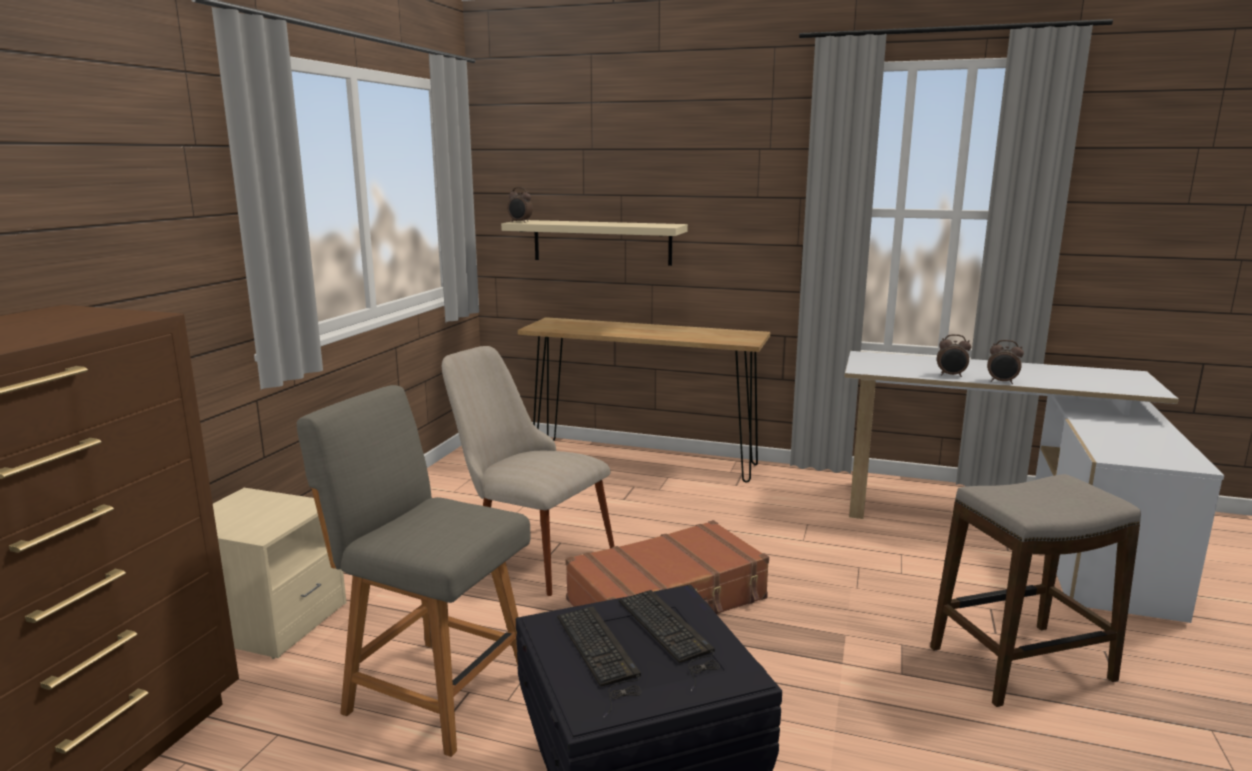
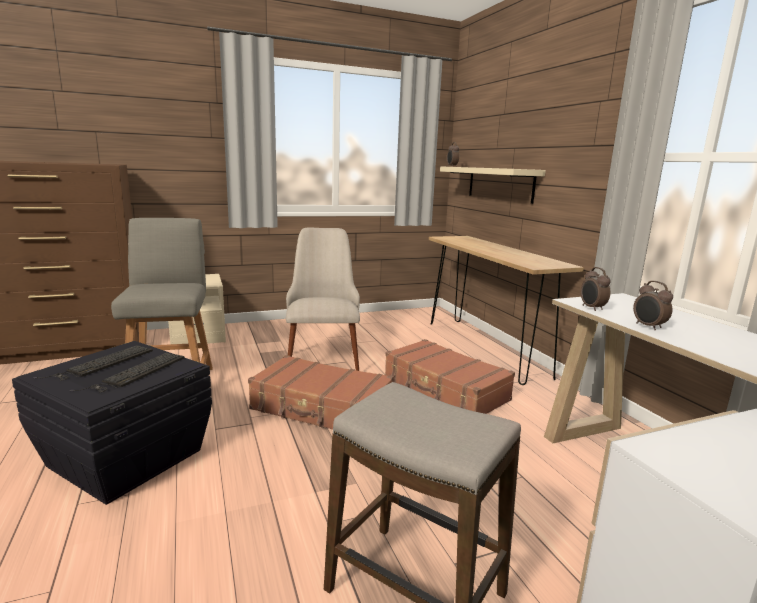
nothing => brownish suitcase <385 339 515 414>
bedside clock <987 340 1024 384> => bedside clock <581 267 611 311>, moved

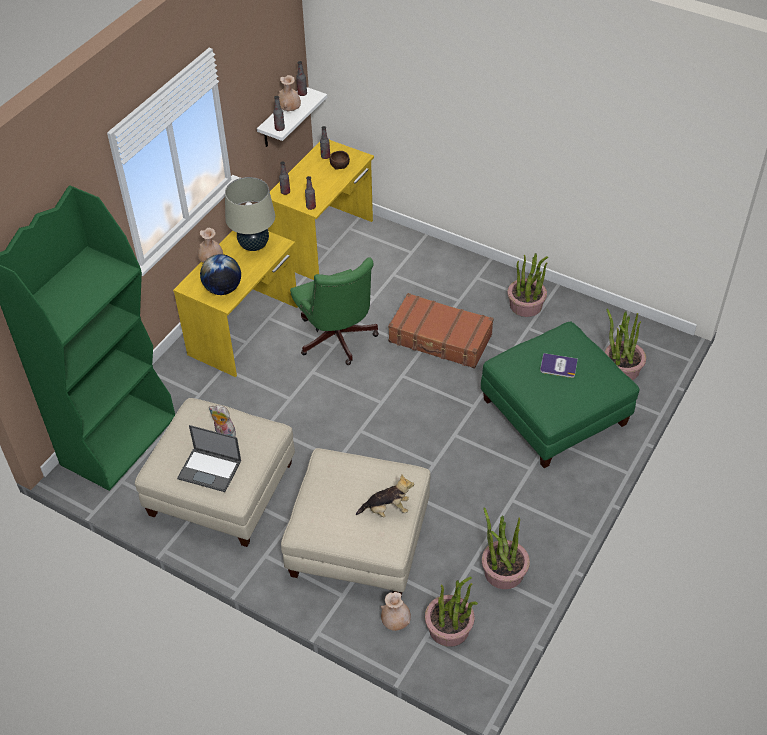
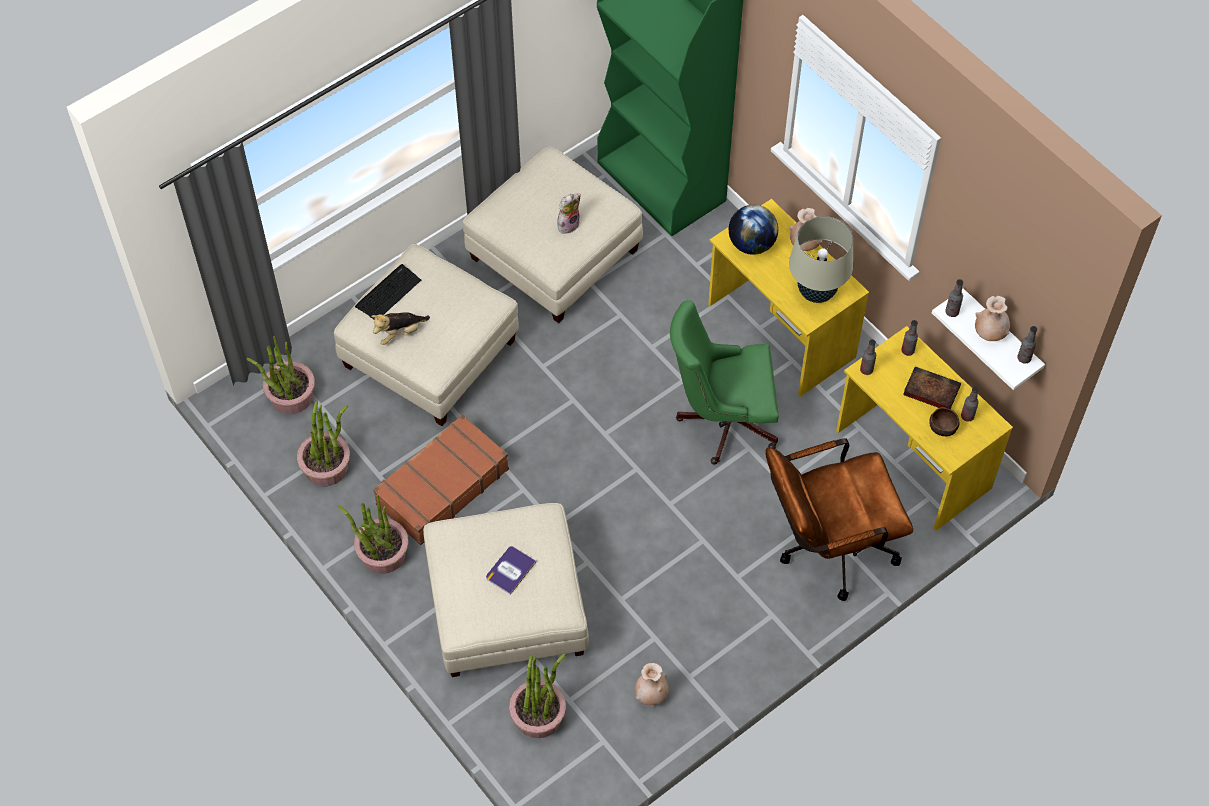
houseplant <507 253 548 317> => houseplant <338 495 409 574>, moved
nothing => keyboard <355 264 421 320>
soft toy <356 474 414 517> => soft toy <371 313 430 345>, 45 degrees clockwise
brownish suitcase <388 293 494 369> => brownish suitcase <373 414 509 545>, moved
green footrest <481 322 640 468> => sand-coloured footrest <423 503 589 677>
sand-coloured flower vase <381 592 411 631> => sand-coloured flower vase <635 663 669 705>, moved
nothing => brownish desk chair <765 438 913 601>
nothing => book <903 366 961 409>
laptop <177 425 241 492> => nothing

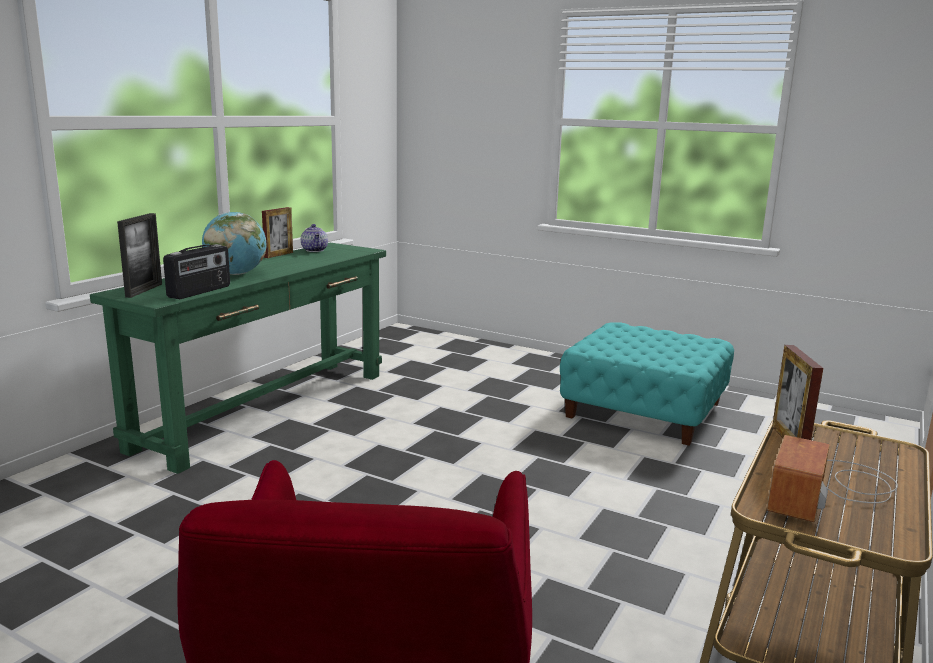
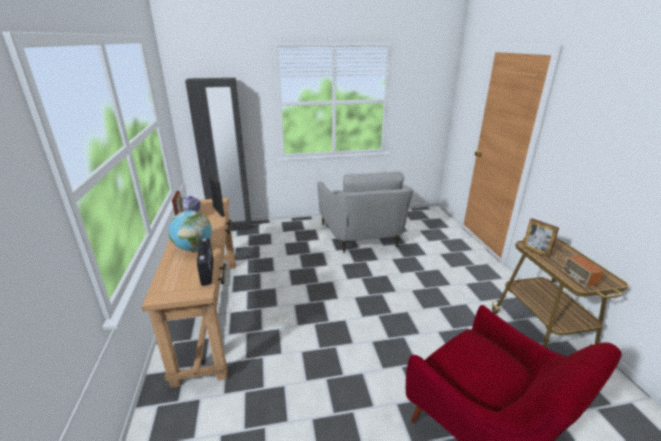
green console table <90 243 386 474> => brownish console table <142 198 236 388>
nothing => black wardrobe <185 78 251 231>
standing frame <117 213 162 298> => standing frame <208 174 225 217>, moved
blue-green footrest <560 323 734 446> => gray easy chair <317 171 413 253>

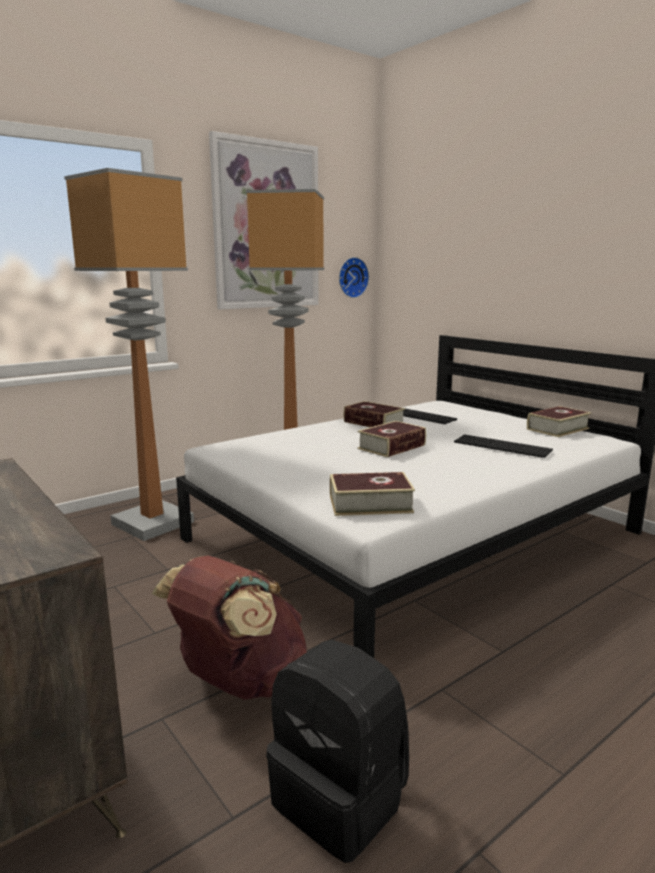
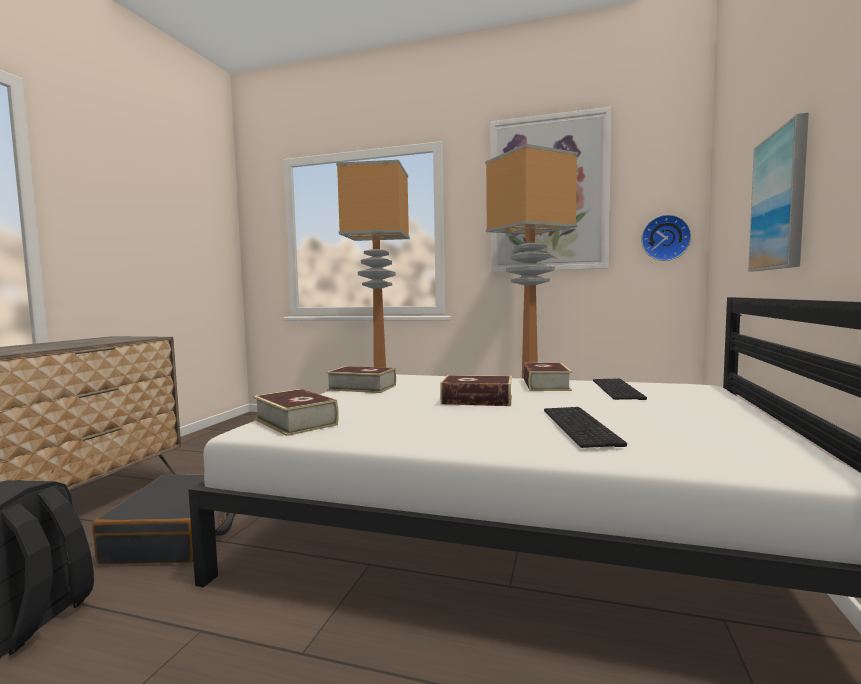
brownish backpack <152 556 307 700> => black suitcase <92 474 237 564>
book <527 406 591 437> => book <326 366 396 393>, moved
nothing => wall art <748 113 809 272>

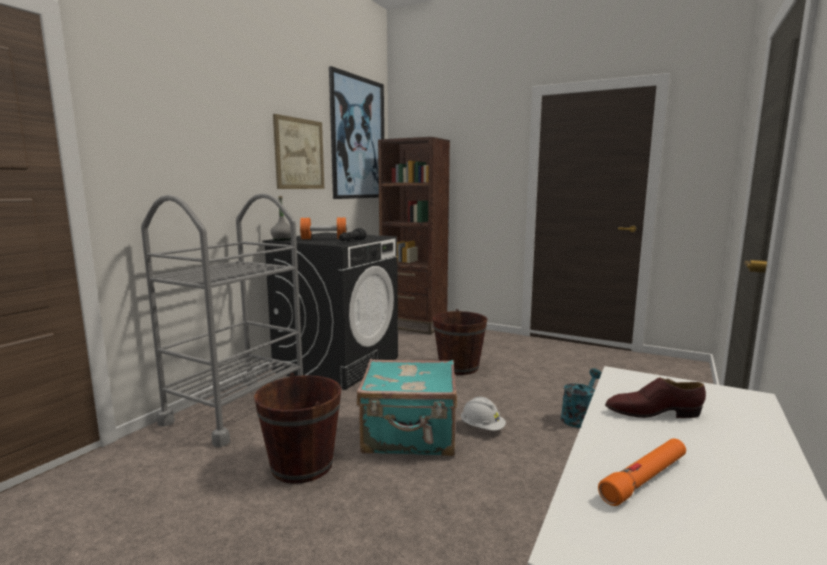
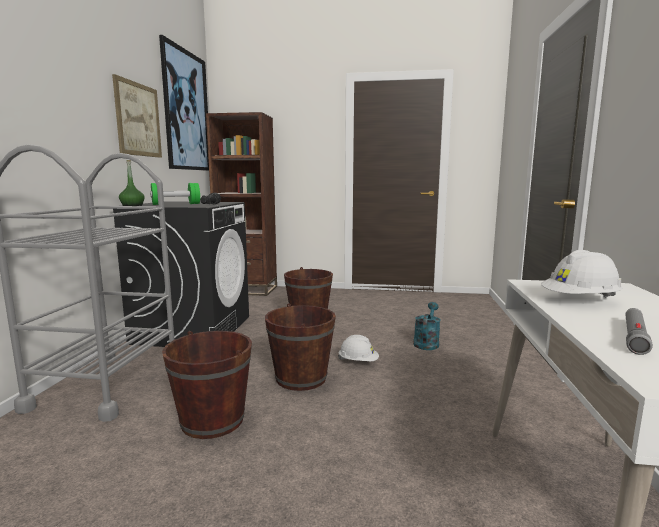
gray beverage bottle <271 196 291 241> => green beverage bottle <119 160 145 206>
orange dumbbell <300 217 347 239> => green dumbbell <150 183 200 205>
blue-green suitcase <357 359 457 456> => brownish bucket <265 303 336 391>
brownish shoe <605 378 706 418> => white-coloured work helmet <541 250 622 298>
orange hand torch <598 438 686 506> => gray hand torch <625 308 653 355>

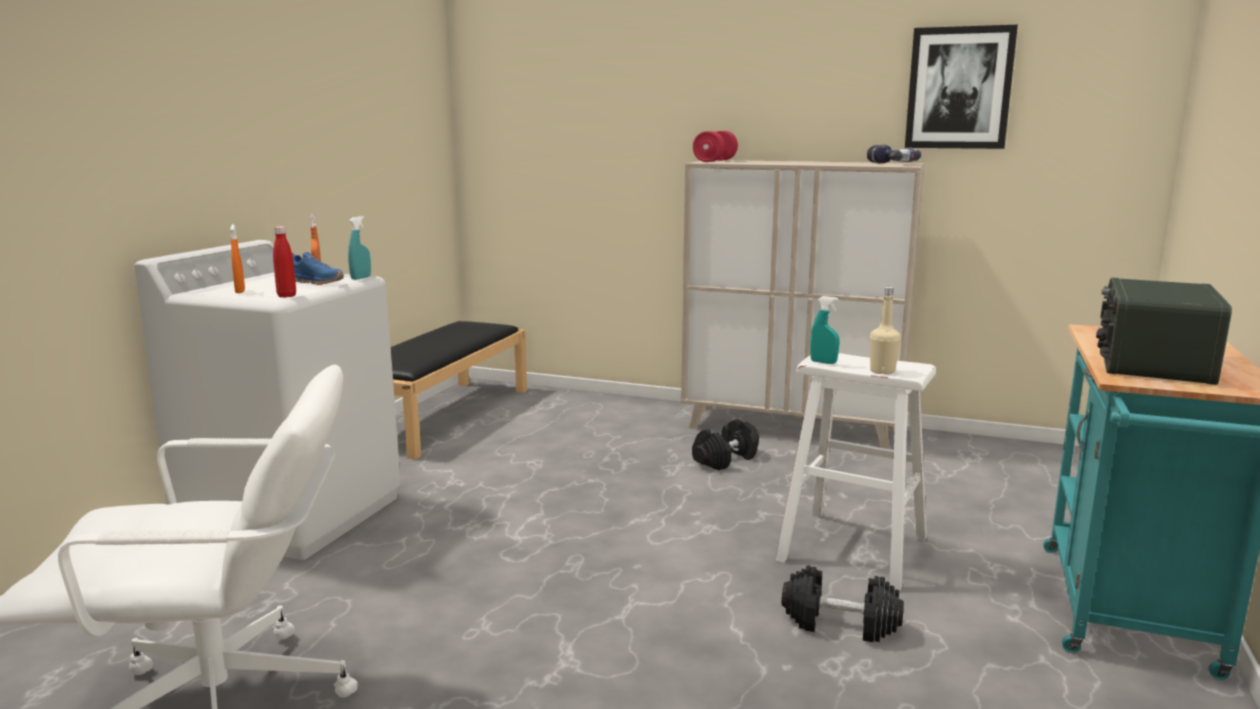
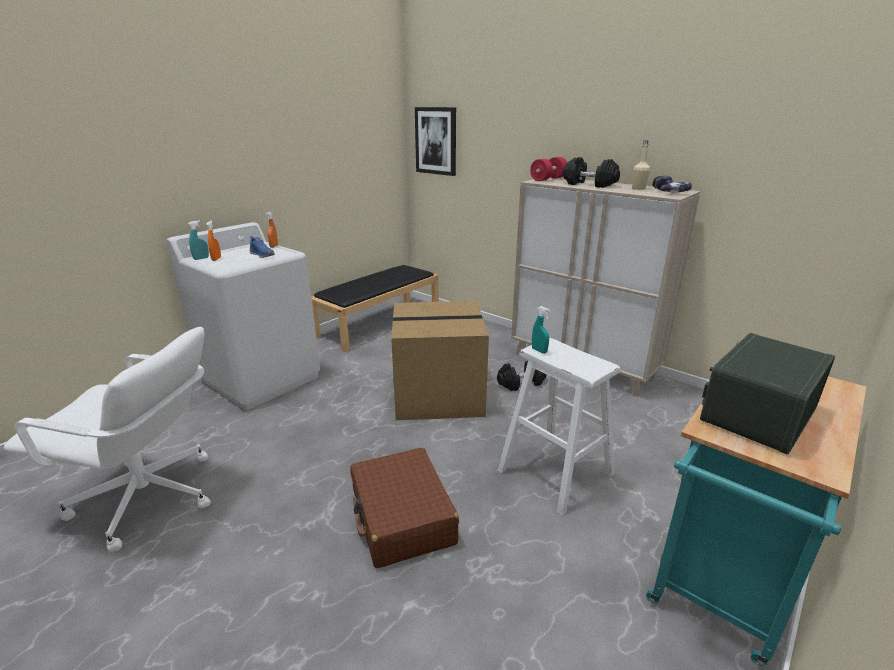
blue-green spray bottle <348 216 371 280> => blue-green spray bottle <188 220 209 260>, moved
nothing => brownish suitcase <350 448 459 568>
nothing => carton <391 301 489 420>
wall art <905 25 1018 149> => wall art <415 107 456 176>, moved
black dumbbell <782 565 904 642> => black dumbbell <563 157 620 188>, moved
sand-coloured beverage bottle <870 287 901 374> => sand-coloured beverage bottle <632 140 650 190>, moved
red-coloured beverage bottle <273 226 296 298> => nothing

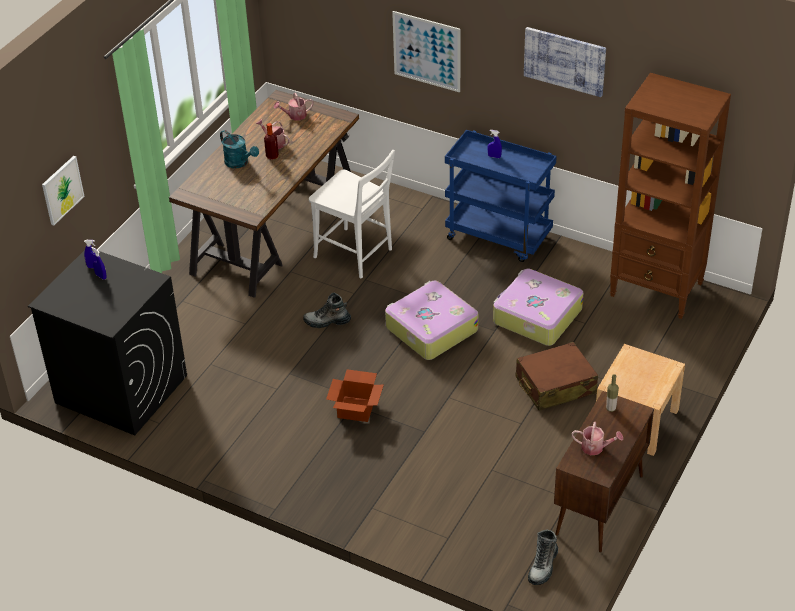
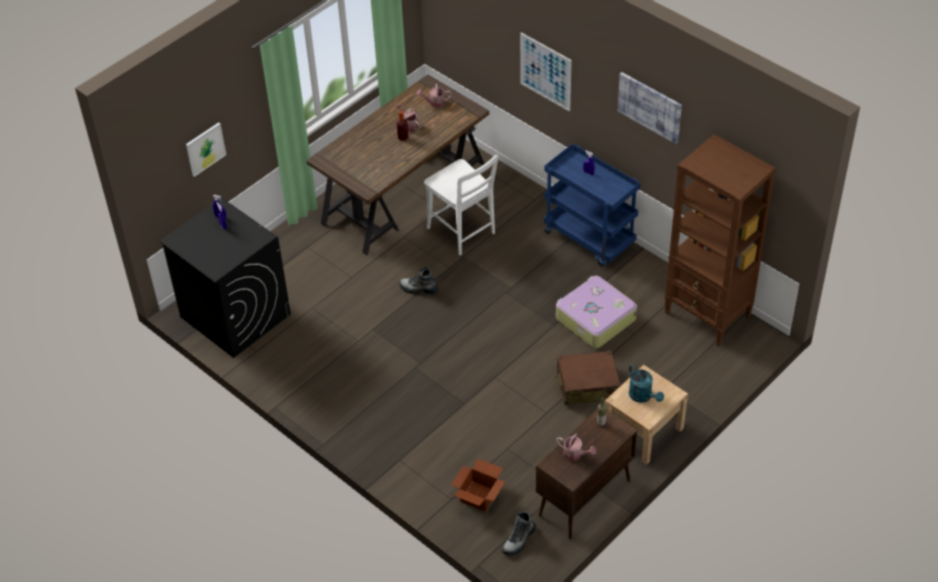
carton <326 369 383 422> => carton <451 459 505 511>, moved
blue-green watering can <220 130 259 168> => blue-green watering can <629 365 664 403>, moved
suitcase <385 281 478 360> => nothing

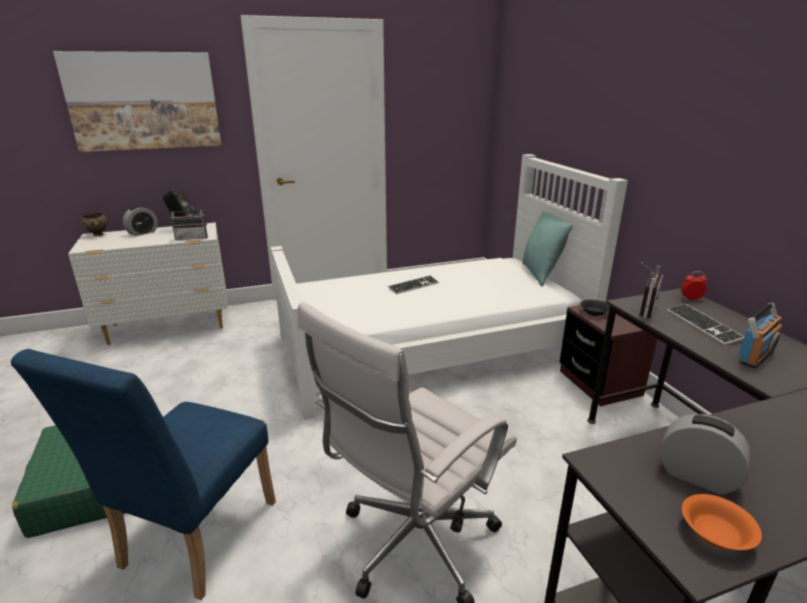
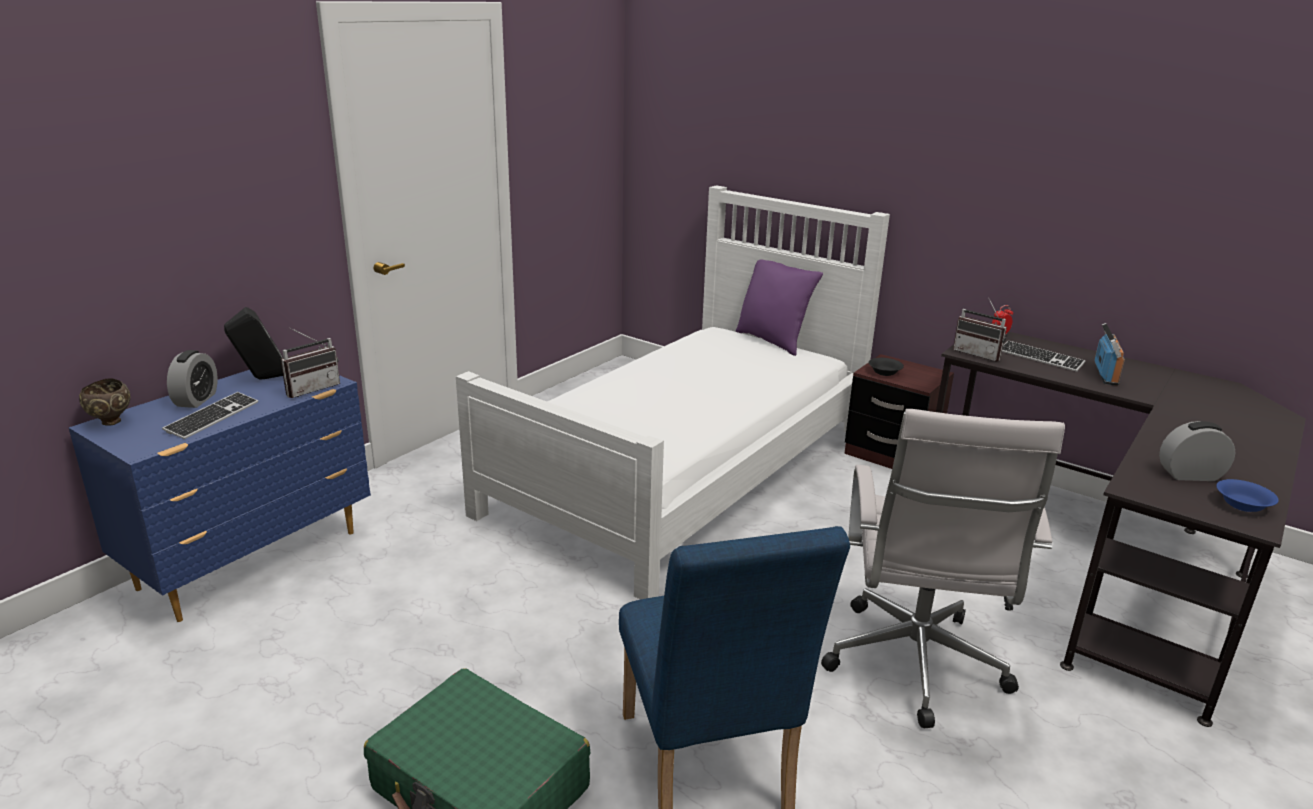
white-coloured drawer chest <68 222 228 345> => bluish drawer chest <69 370 371 622>
keyboard <388 275 439 294> => keyboard <162 392 258 439>, moved
blue-green pillow <523 211 573 287> => purple pillow <736 260 823 356>
radio <638 260 663 318> => radio <953 299 1007 362>, 135 degrees clockwise
orange deep dish <682 494 762 550> => bluish deep dish <1216 479 1279 512>
wall art <53 51 222 152> => nothing

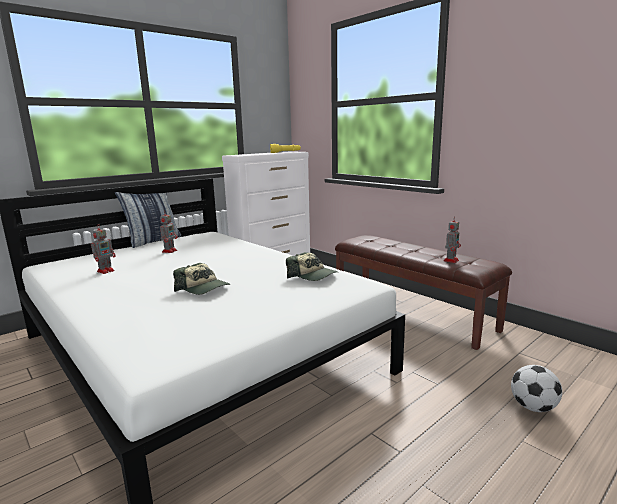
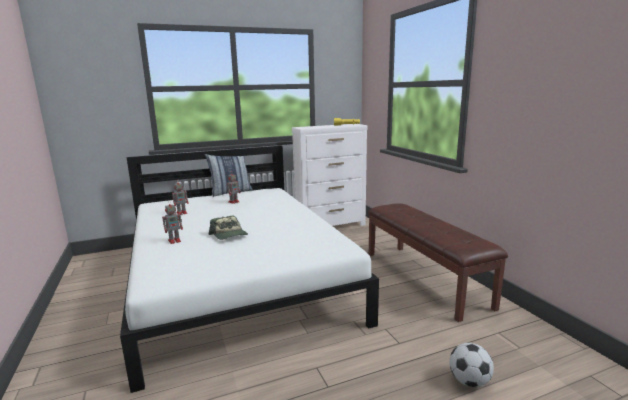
toy robot <443 216 461 263> => toy robot <162 201 183 244>, moved
peaked cap <286 252 338 281> => nothing

